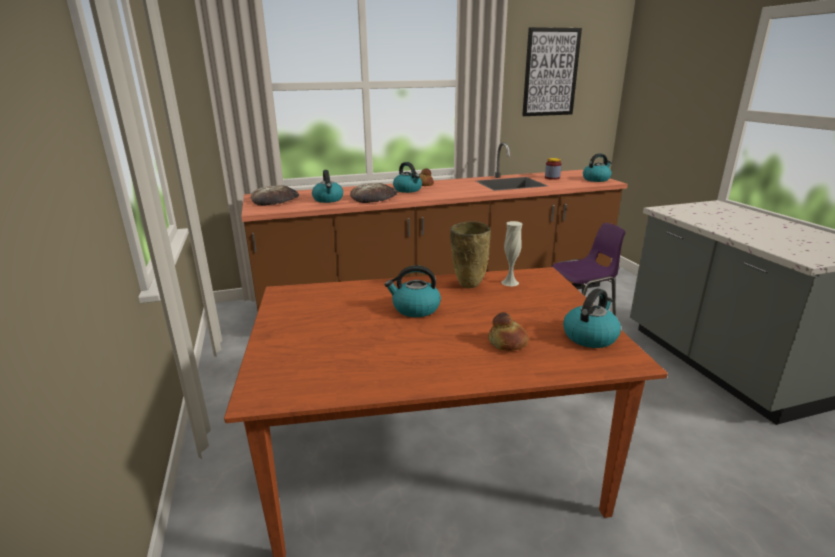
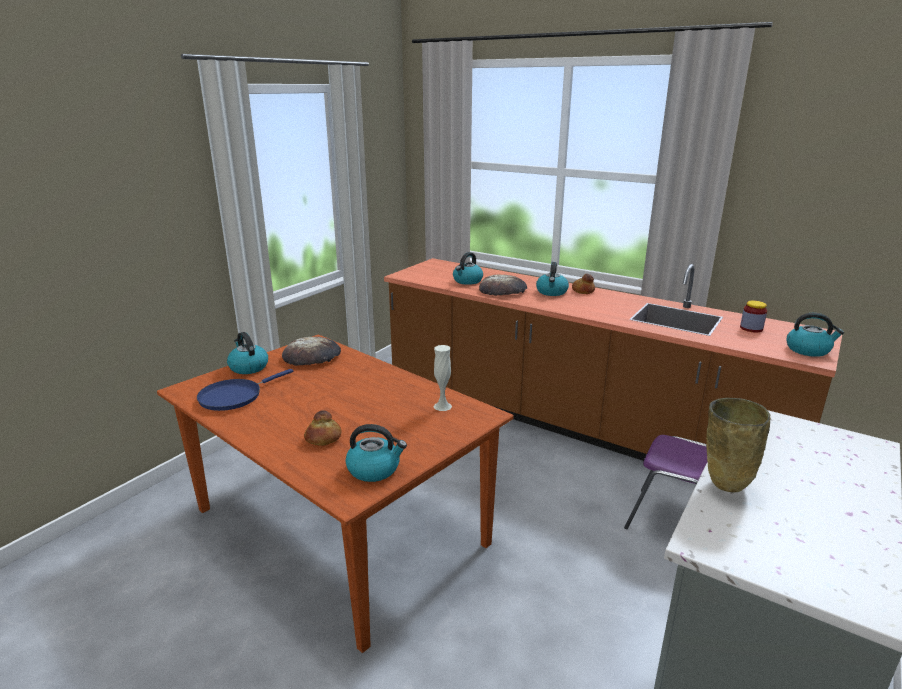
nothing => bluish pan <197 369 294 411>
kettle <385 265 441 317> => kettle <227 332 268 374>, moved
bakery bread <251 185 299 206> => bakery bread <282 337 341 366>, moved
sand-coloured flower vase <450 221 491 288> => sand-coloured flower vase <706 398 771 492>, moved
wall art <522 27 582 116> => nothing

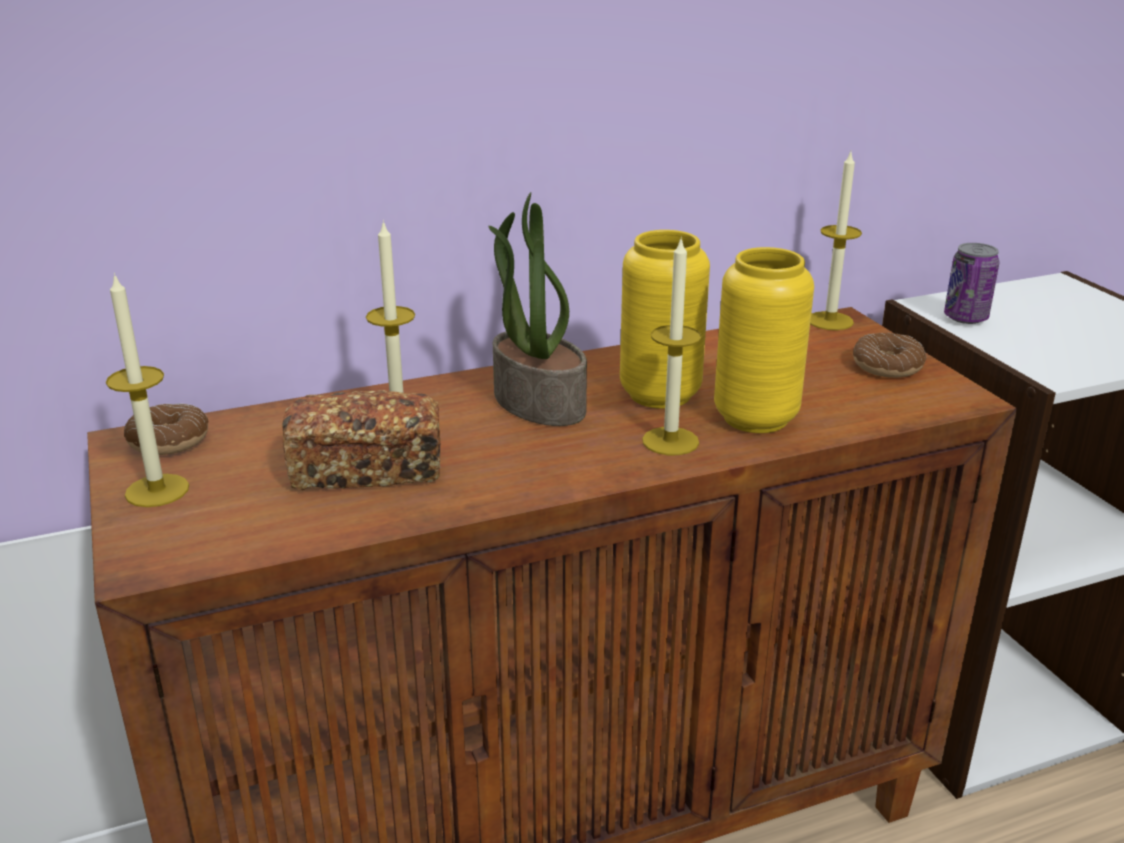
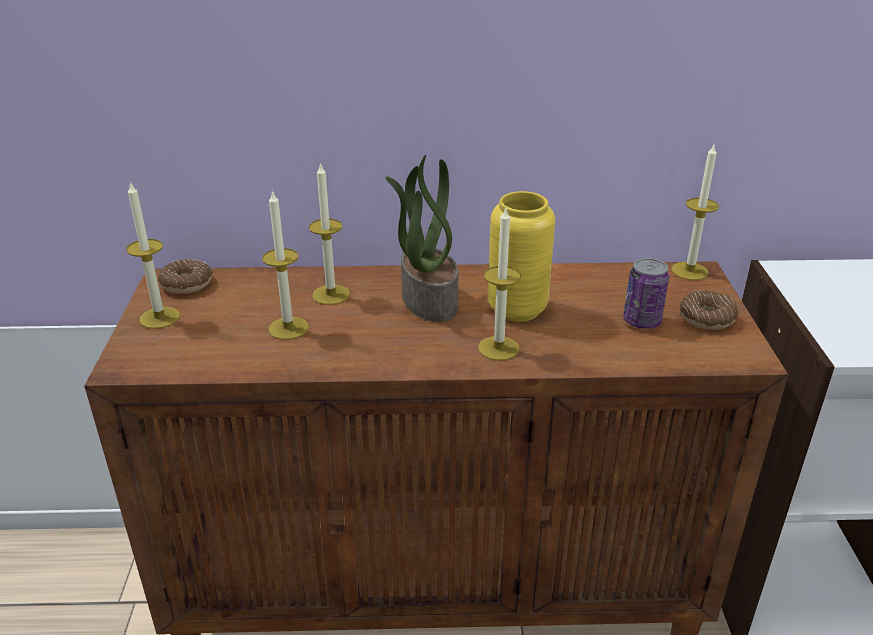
bakery bread <282 390 441 490> => wax candle <262 190 309 340>
can <944 243 1000 324> => can <623 258 669 329>, moved
yellowish flower vase <714 247 814 433> => nothing

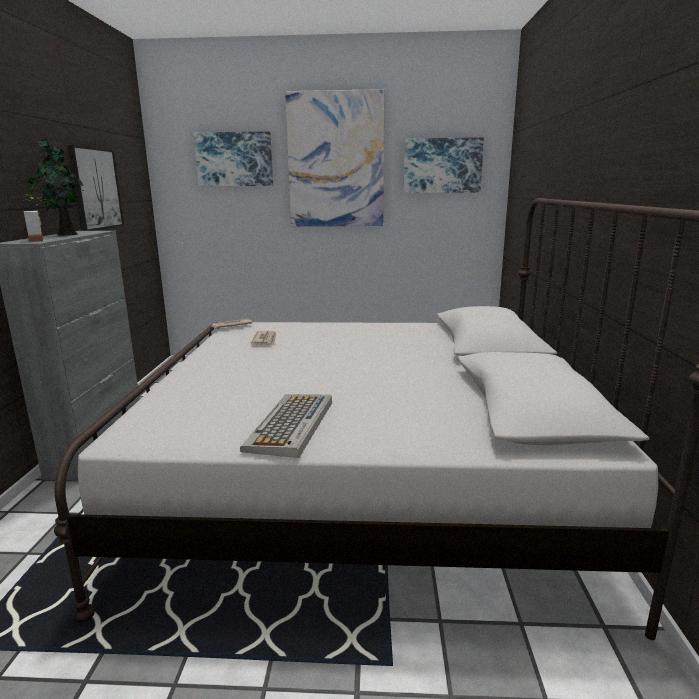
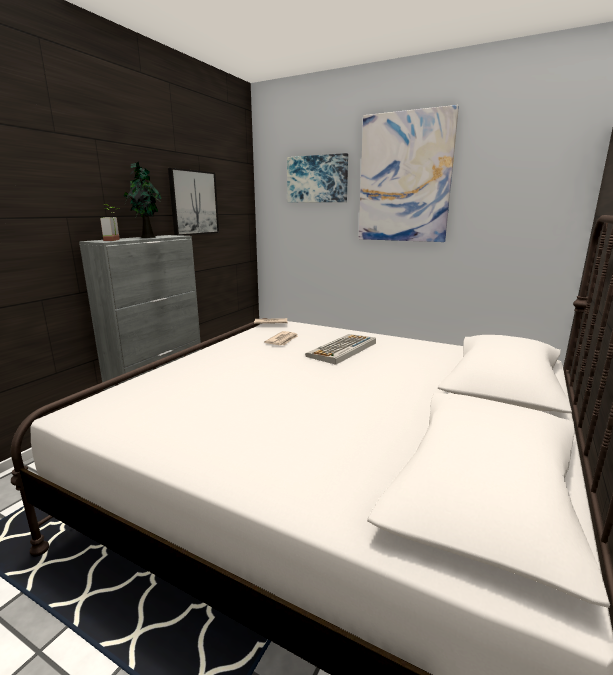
keyboard <240 394 332 458> => keyboard <305 334 376 365>, moved
wall art <404 137 484 193> => nothing

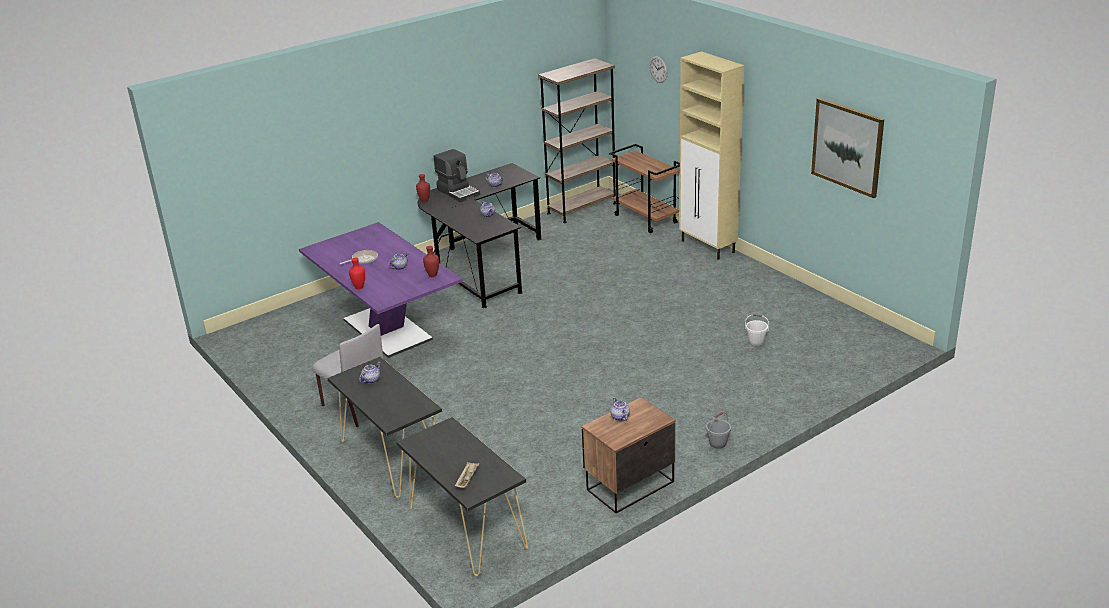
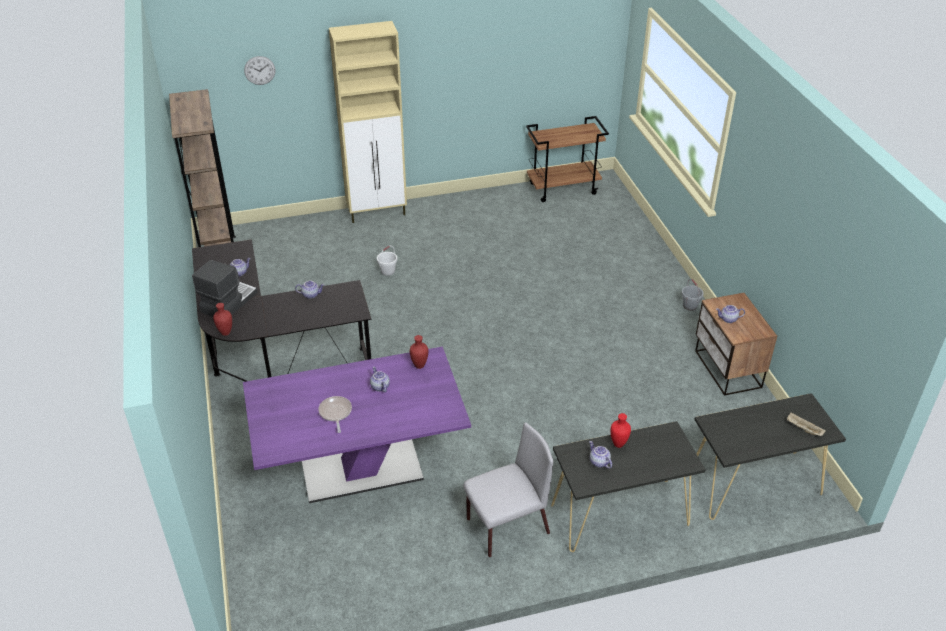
coffee brewer <434 149 480 202> => coffee brewer <192 260 258 317>, 45 degrees counterclockwise
white-coloured bucket <745 314 769 346> => white-coloured bucket <377 246 397 276>, moved
brownish trolley <609 144 680 233> => brownish trolley <526 116 609 202>, moved
red-coloured flower vase <349 258 365 289> => red-coloured flower vase <611 413 631 448>, moved
wall art <811 98 884 198> => nothing

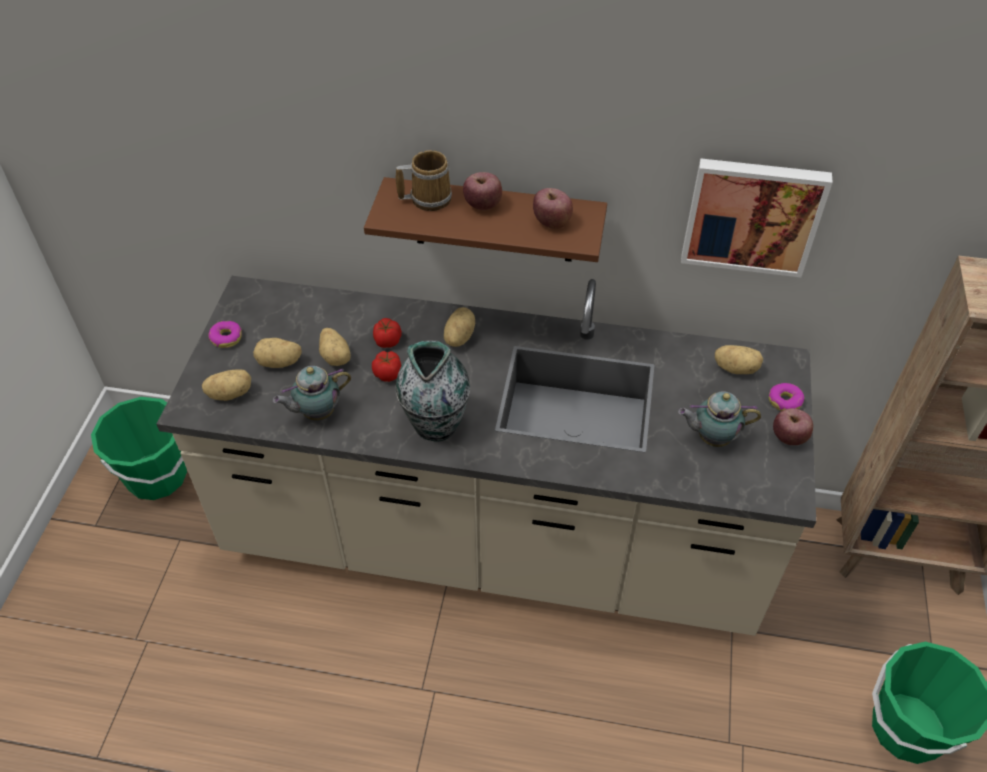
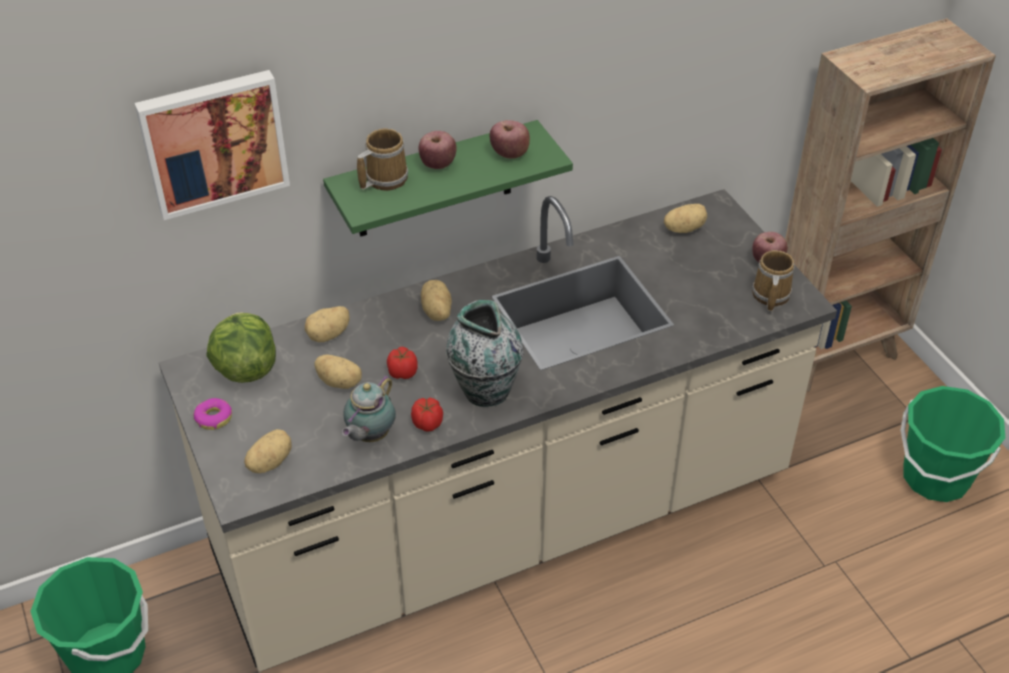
wall art <681 158 833 278> => wall art <134 70 290 220>, moved
nothing => lettuce <206 312 276 383>
spud <253 338 302 368> => spud <305 306 350 342>, moved
brownish wall shelf <364 177 607 262> => green wall shelf <323 120 573 236>
fresh tomato <373 318 402 348> => fresh tomato <411 398 443 432>, moved
nothing => tea mug <752 250 795 311>
tea pot <678 391 761 447> => nothing
donut <769 383 804 411> => nothing

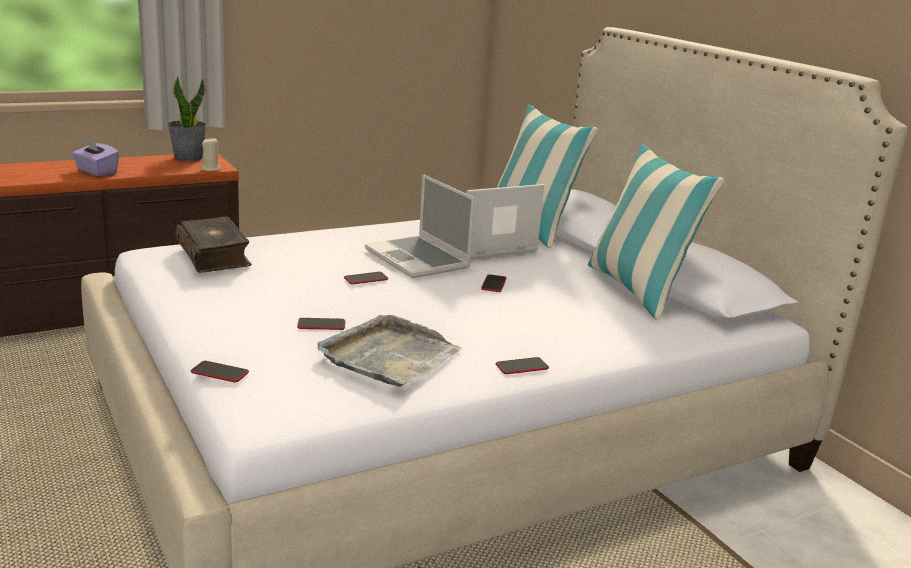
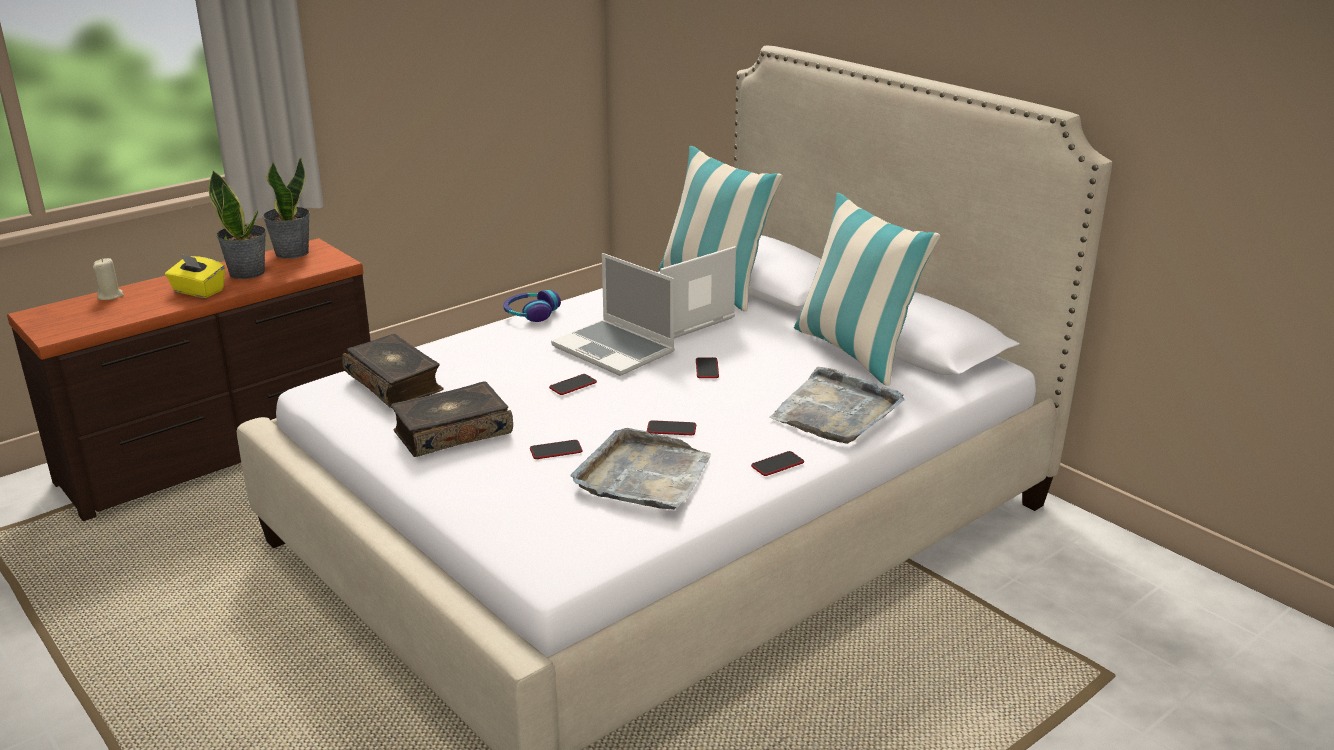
sand-coloured wax candle <201 139 221 171> => sand-coloured wax candle <93 258 124 300>, moved
purple box of tissues <72 138 119 176> => yellowish box of tissues <165 254 225 298>
nothing => houseplant <209 171 266 279>
nothing => book <391 381 513 457>
nothing => pair of headphones <503 290 561 322>
phone <191 361 249 382> => phone <647 420 696 435>, moved
nothing => gray carrying tray <769 367 905 444>

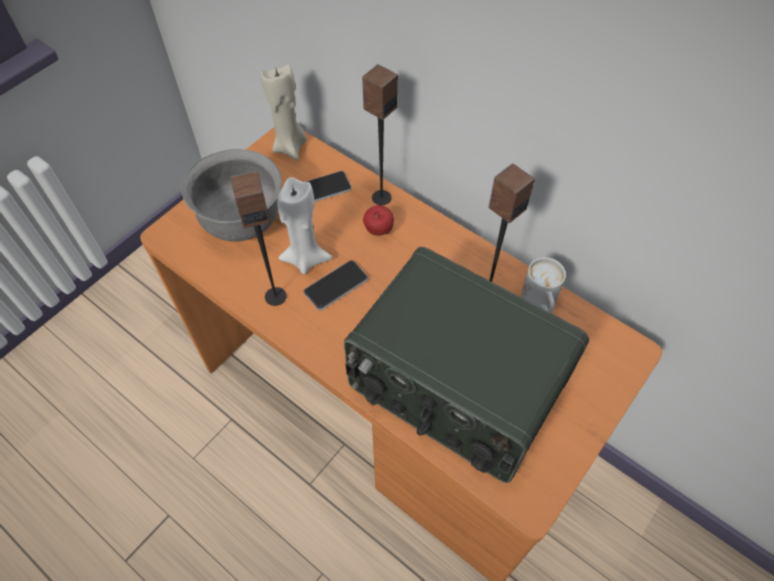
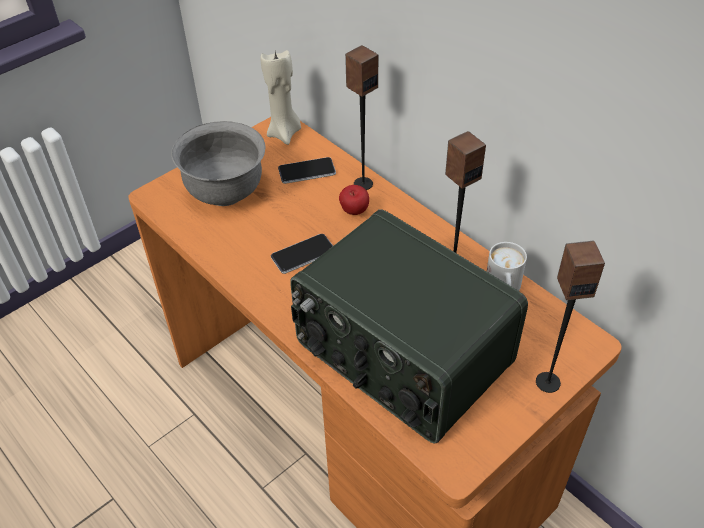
speaker <231 171 287 306> => speaker <536 240 605 393>, moved
white-coloured wax candle <277 177 332 274> => nothing

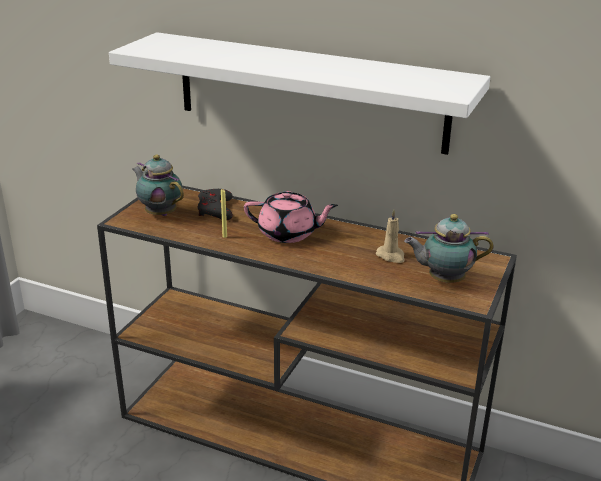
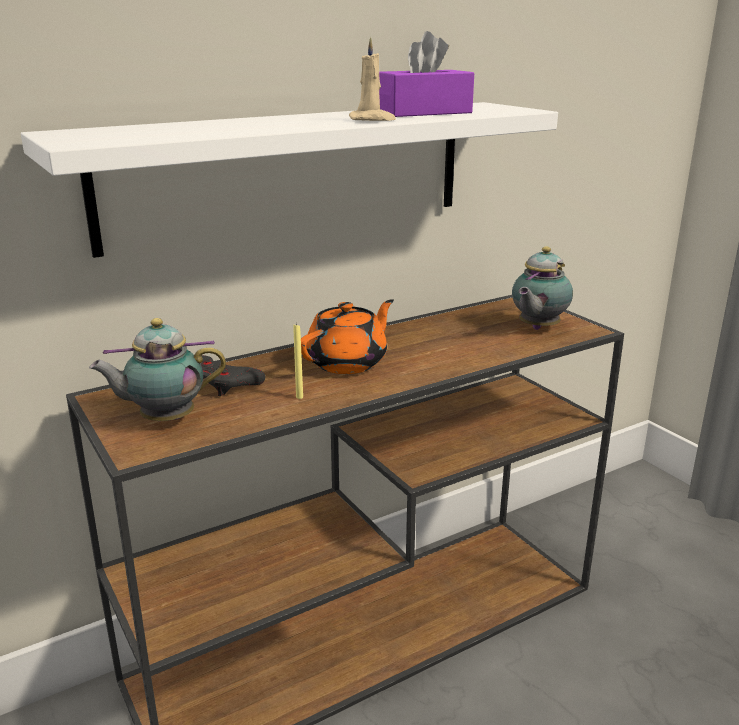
pink tea pot <244 191 338 243> => orange tea pot <301 299 394 374>
sand-coloured wax candle <376 209 405 263> => sand-coloured wax candle <349 37 396 121>, moved
nothing => purple box of tissues <379 31 474 117>

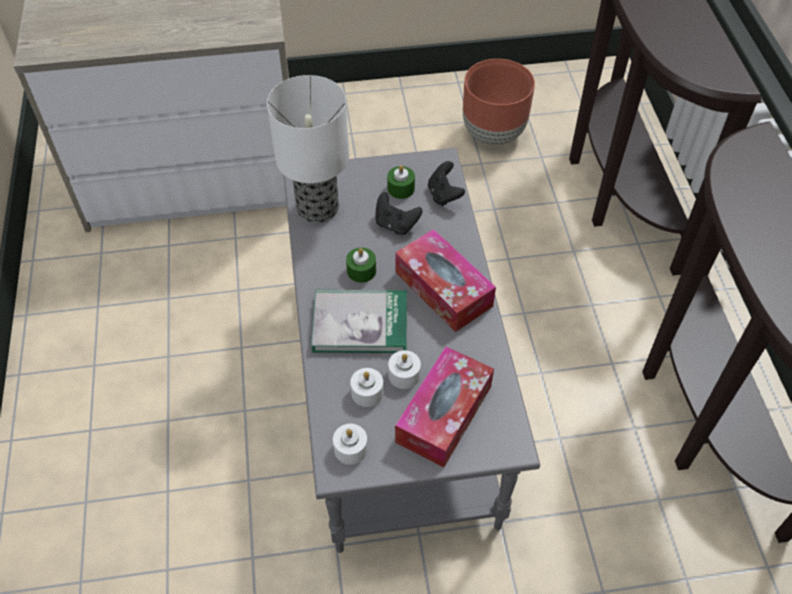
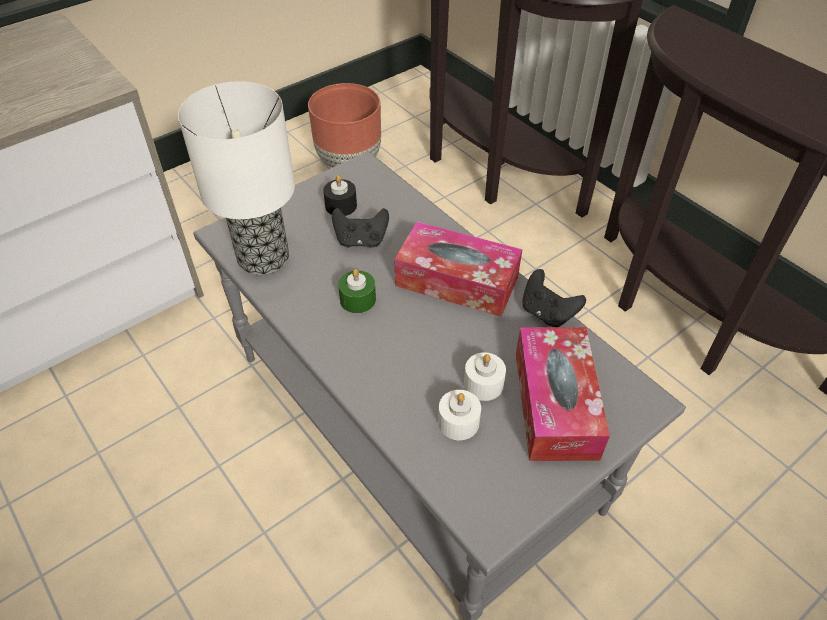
green wax candle <387 165 415 199> => black wax candle <323 175 357 216>
black joypad <428 161 465 206> => black joypad <522 269 586 327>, moved
book <311 290 407 353> => nothing
white-coloured wax candle <333 424 368 465> => nothing

